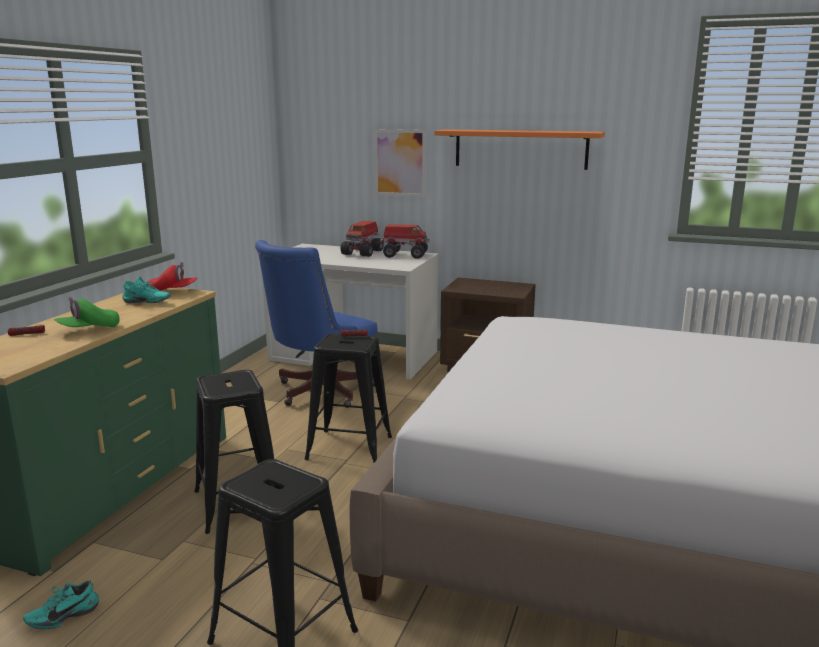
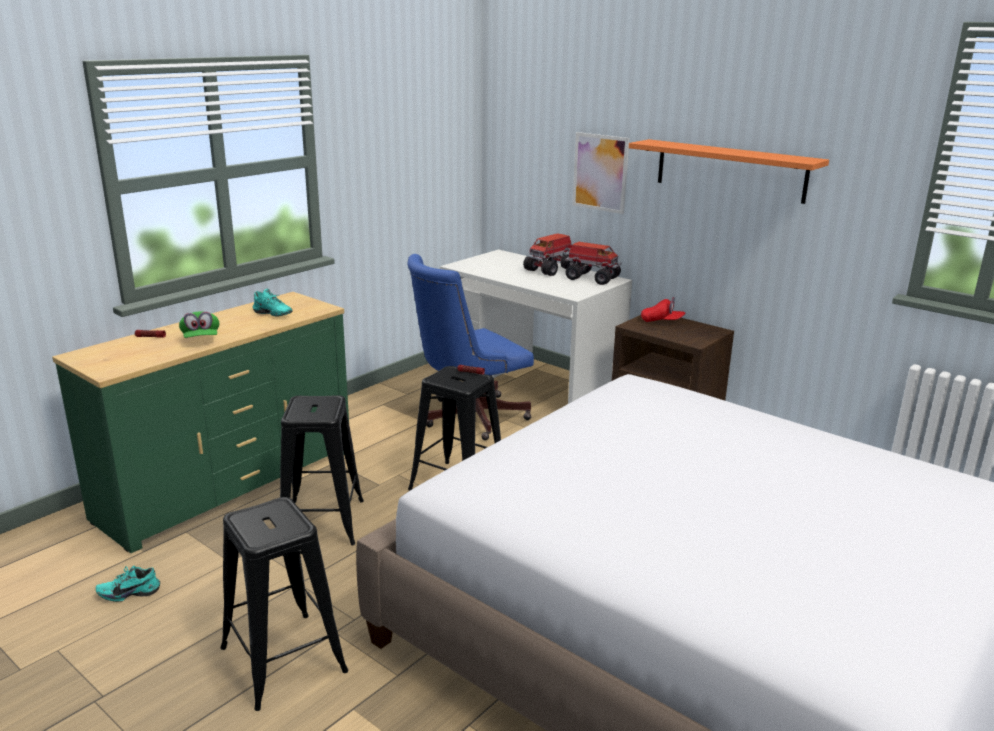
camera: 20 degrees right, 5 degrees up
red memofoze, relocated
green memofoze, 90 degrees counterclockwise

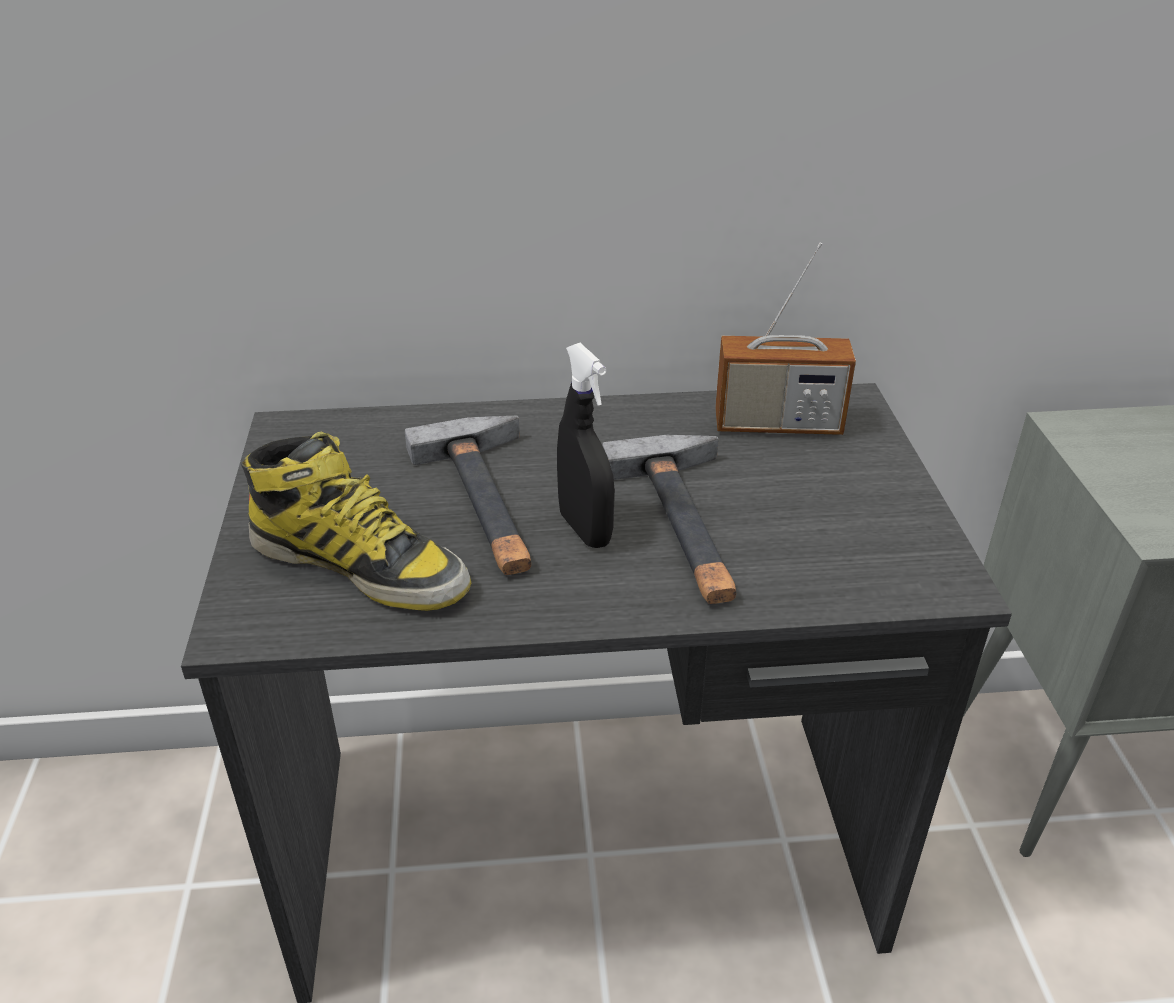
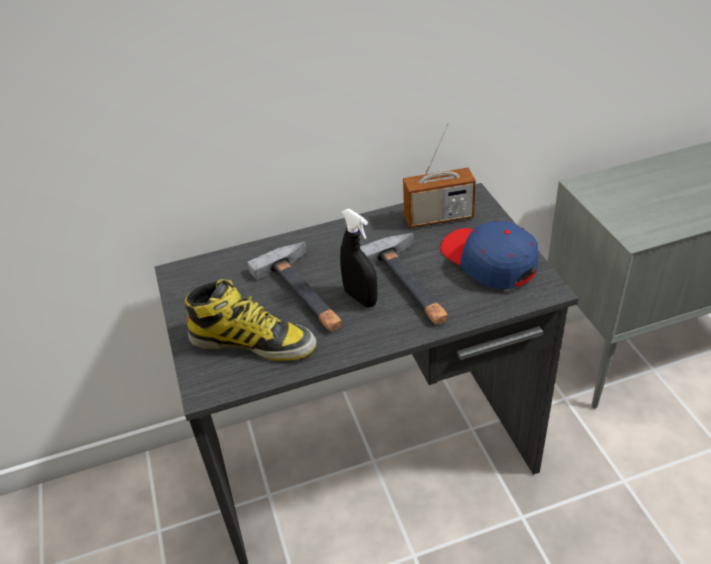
camera: 10 degrees left, 5 degrees up
nothing => blue memofoze

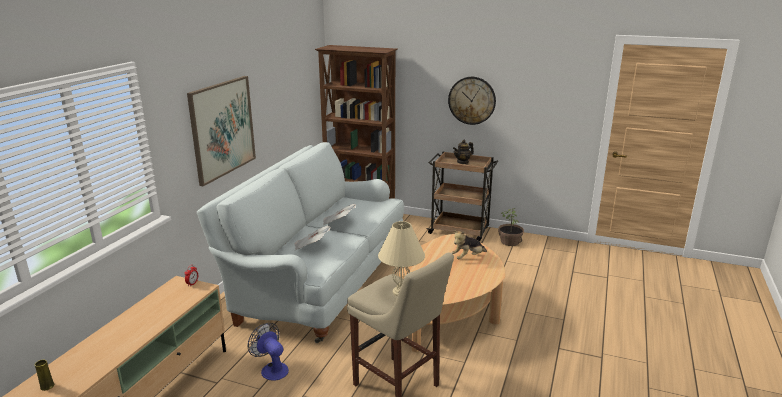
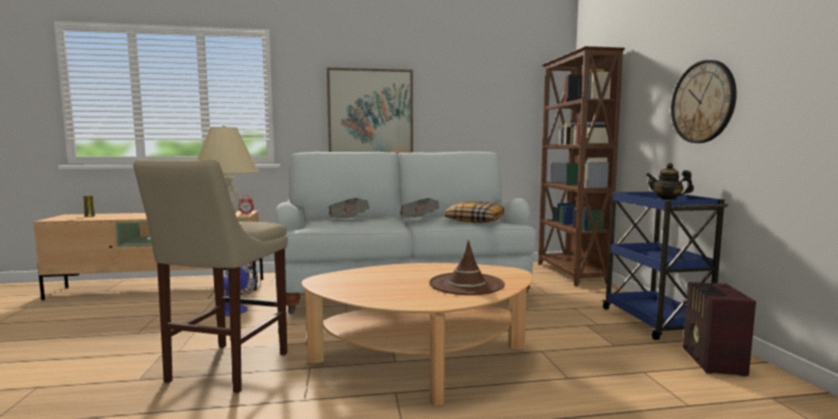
camera: 60 degrees right, 15 degrees down
nothing => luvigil
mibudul => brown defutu
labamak => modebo
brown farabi => blue farabi

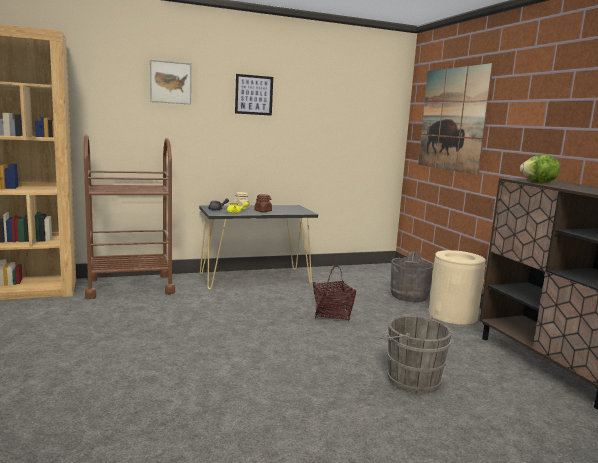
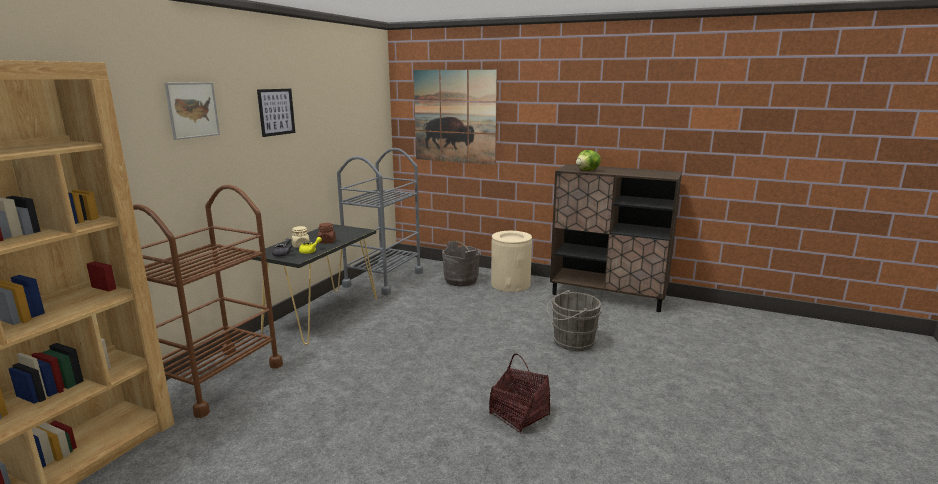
camera: 45 degrees left, 5 degrees up
nothing => grey farabi
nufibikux, relocated

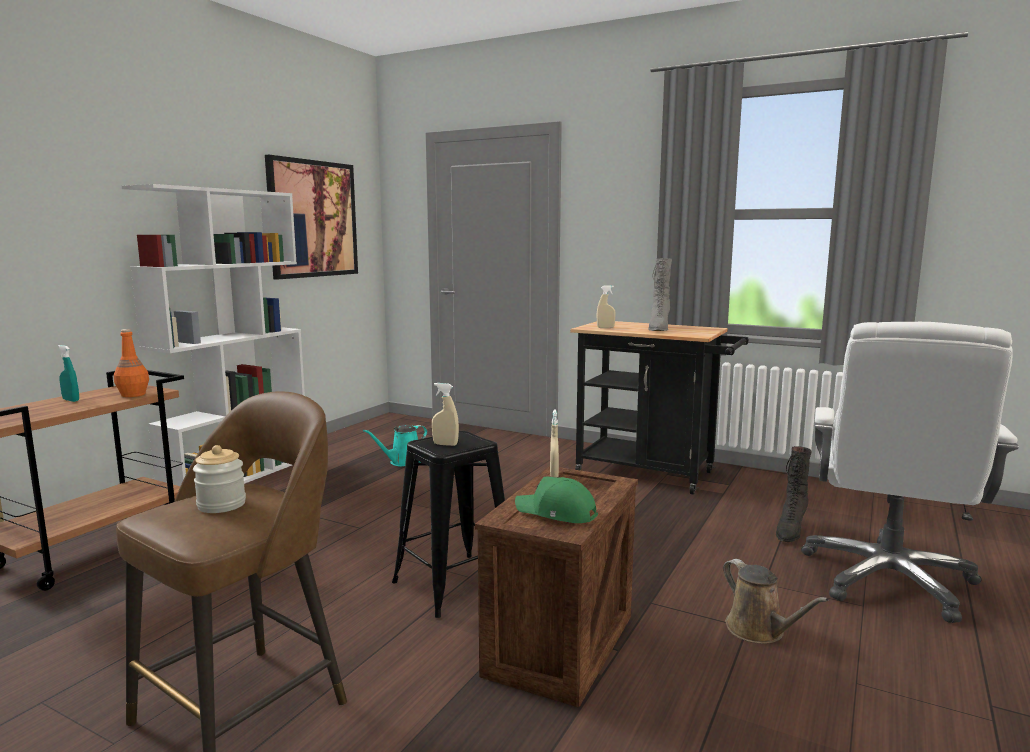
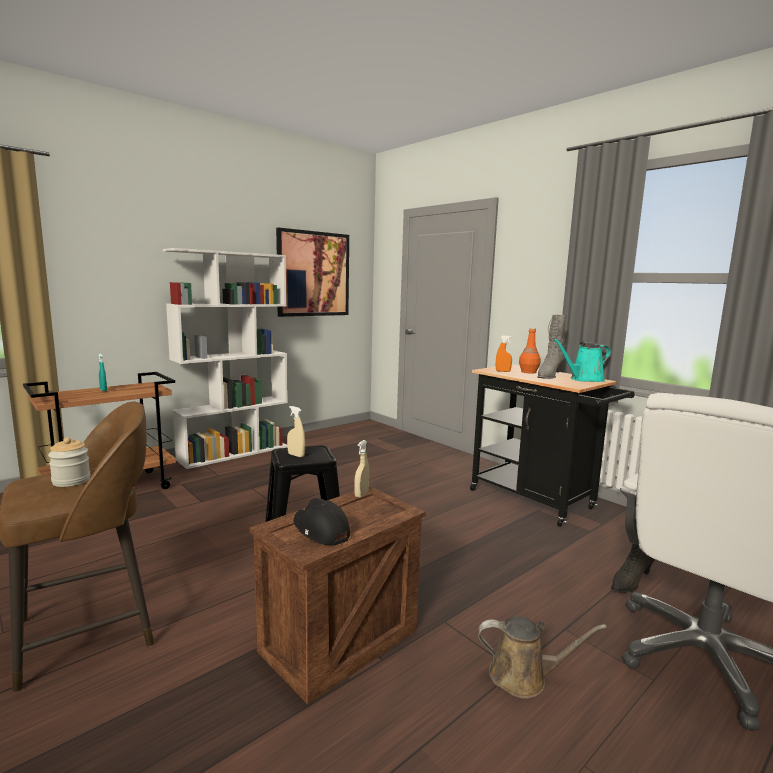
camera: 20 degrees right, 0 degrees up
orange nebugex, relocated
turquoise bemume, relocated
green memofoze => black memofoze
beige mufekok (no. 3 from left) => orange mufekok
brown bemume, 75 degrees counterclockwise

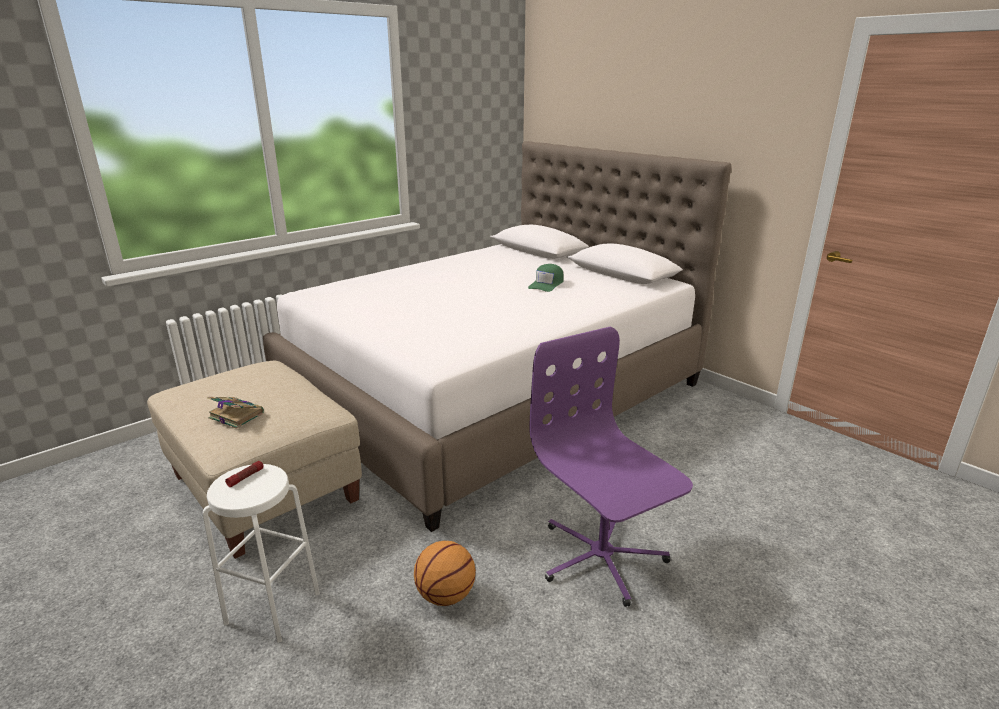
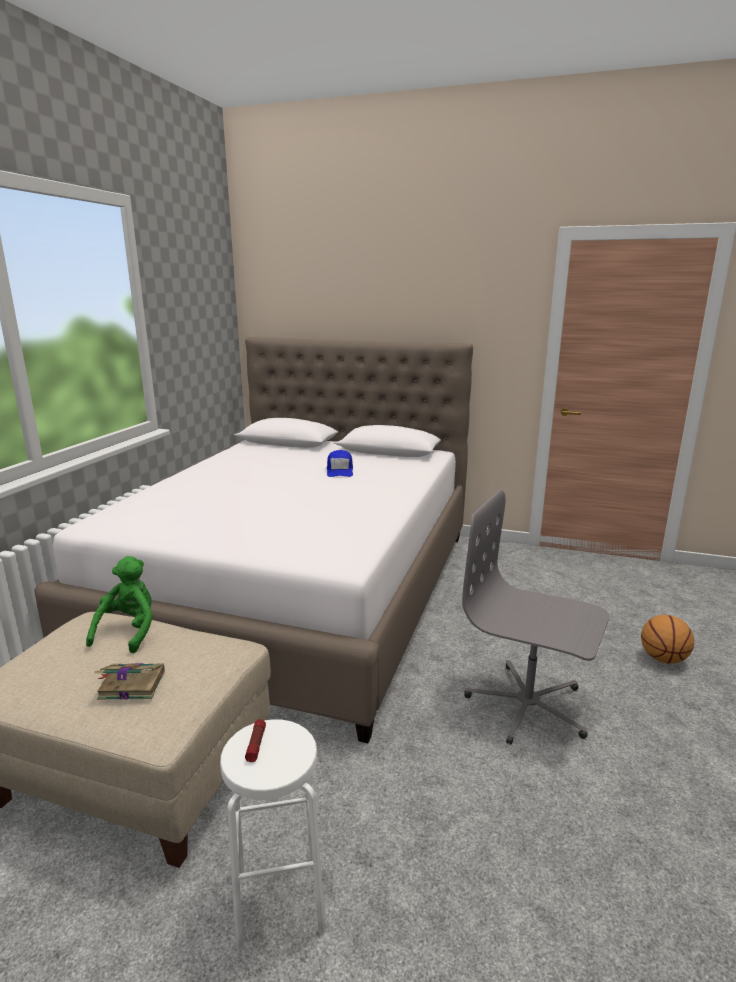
camera: 30 degrees left, 5 degrees down
nothing => green mibudul
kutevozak, relocated
green memofoze => blue memofoze
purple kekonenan => grey kekonenan

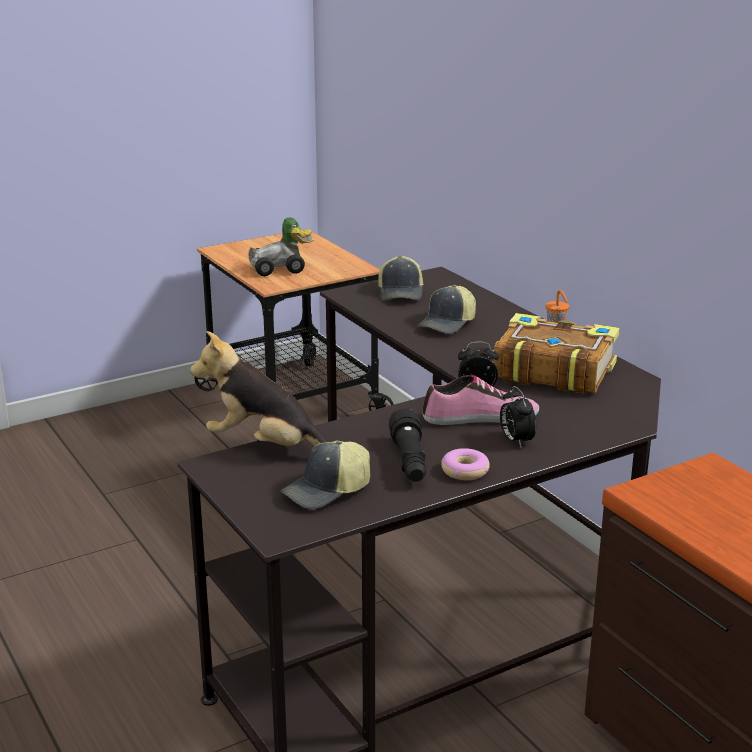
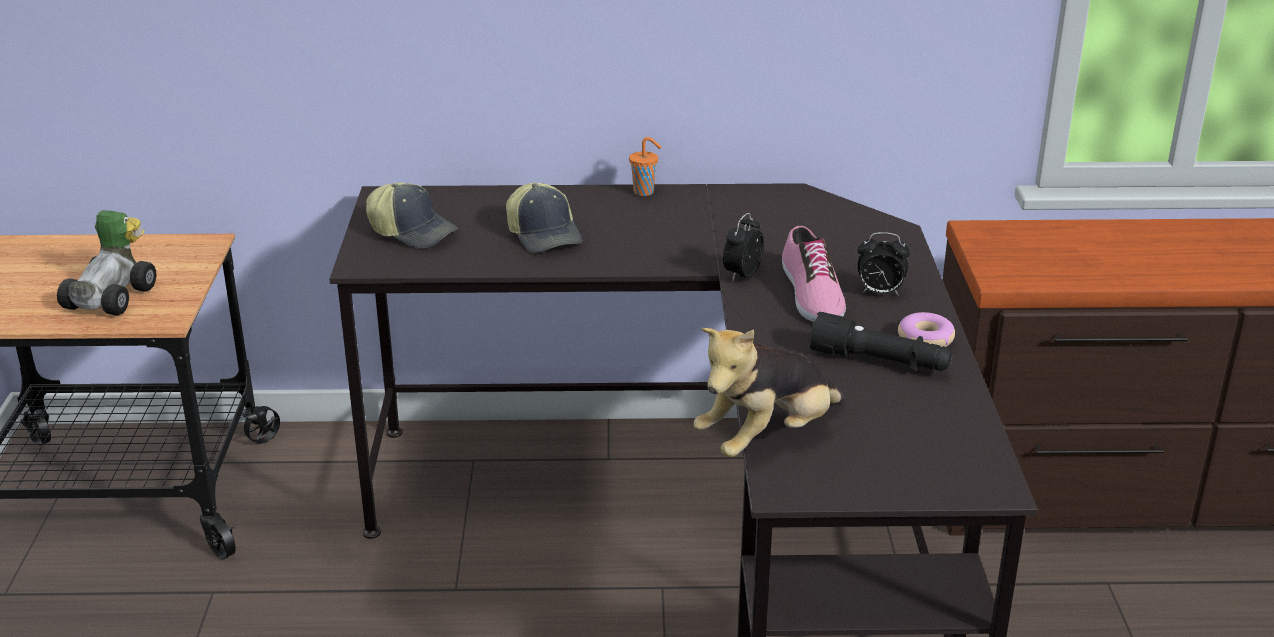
camera: 60 degrees left, 5 degrees up
memofoze (no. 1 from left) => nothing
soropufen => nothing
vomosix, 150 degrees clockwise

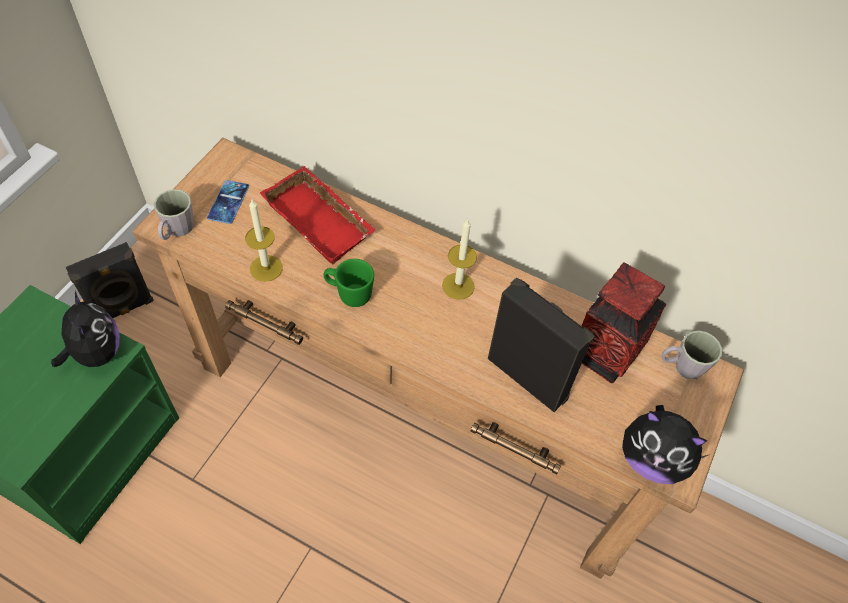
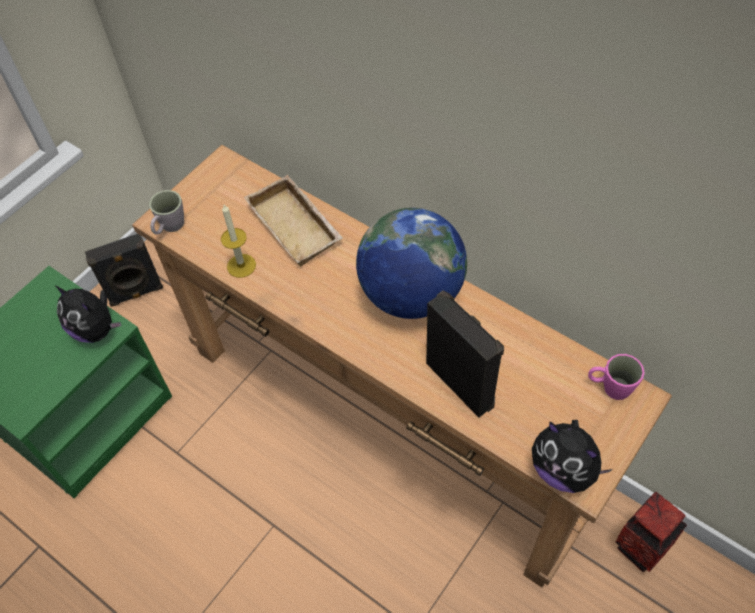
camera: 15 degrees right, 0 degrees up
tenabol => nothing
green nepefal => nothing
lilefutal, relocated
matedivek (no. 2 from left) => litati
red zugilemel => beige zugilemel
grey nepefal (no. 2 from left) => pink nepefal
mibudul (no. 1 from left), 135 degrees clockwise

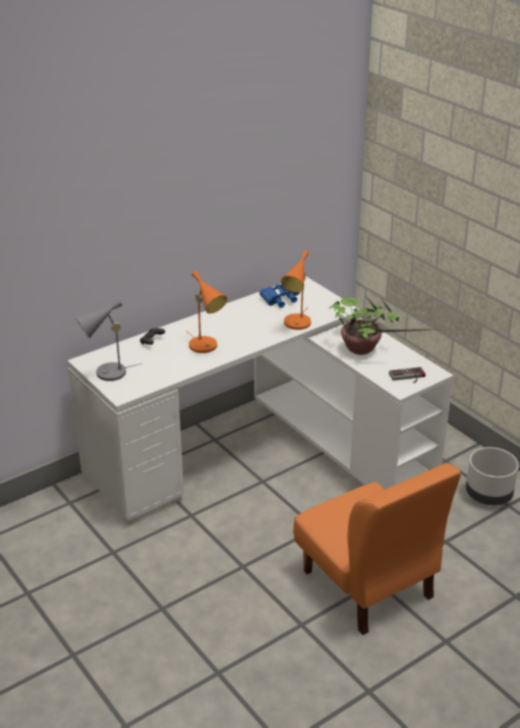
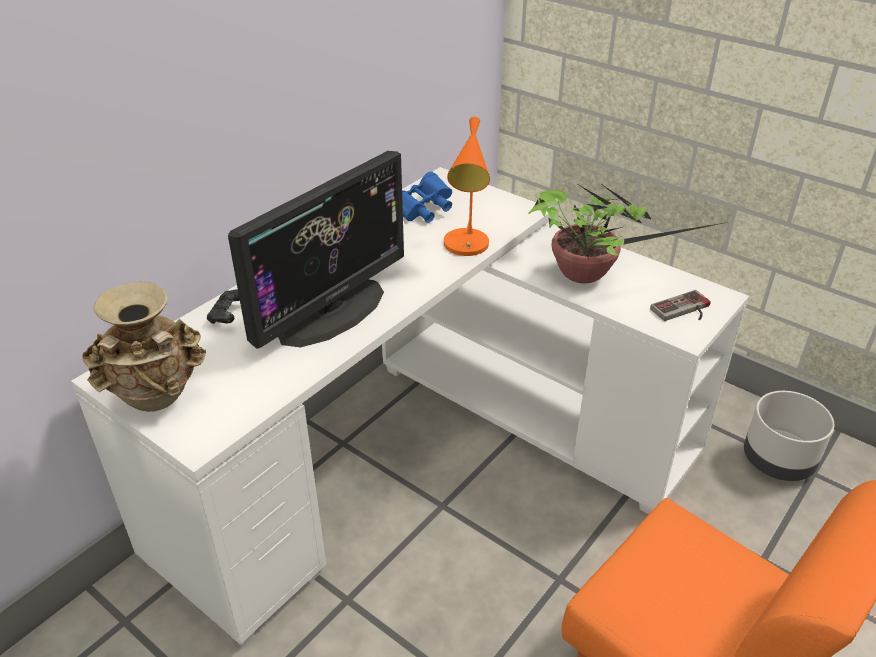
camera: 15 degrees left, 5 degrees up
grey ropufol => beige lilefutal
orange ropufol (no. 1 from left) => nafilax

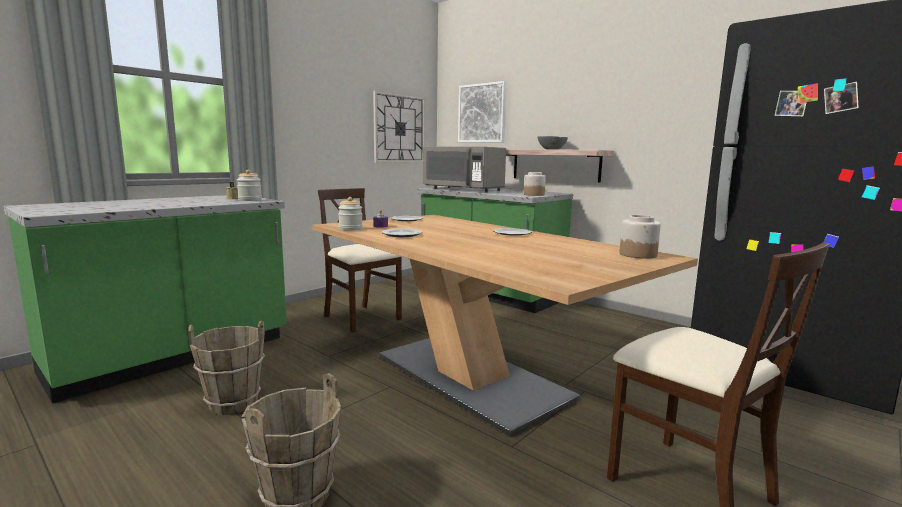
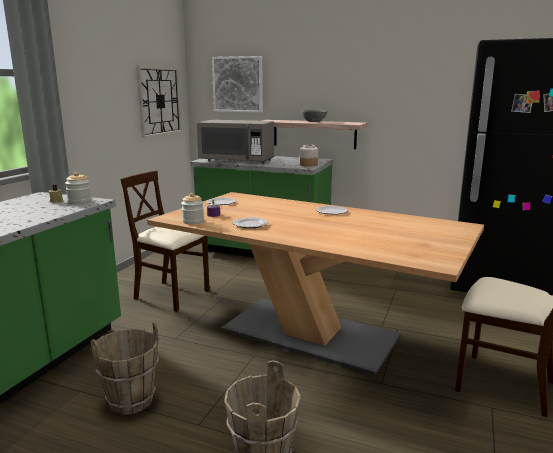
camera: 20 degrees left, 5 degrees up
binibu (no. 4 from left) => nothing

